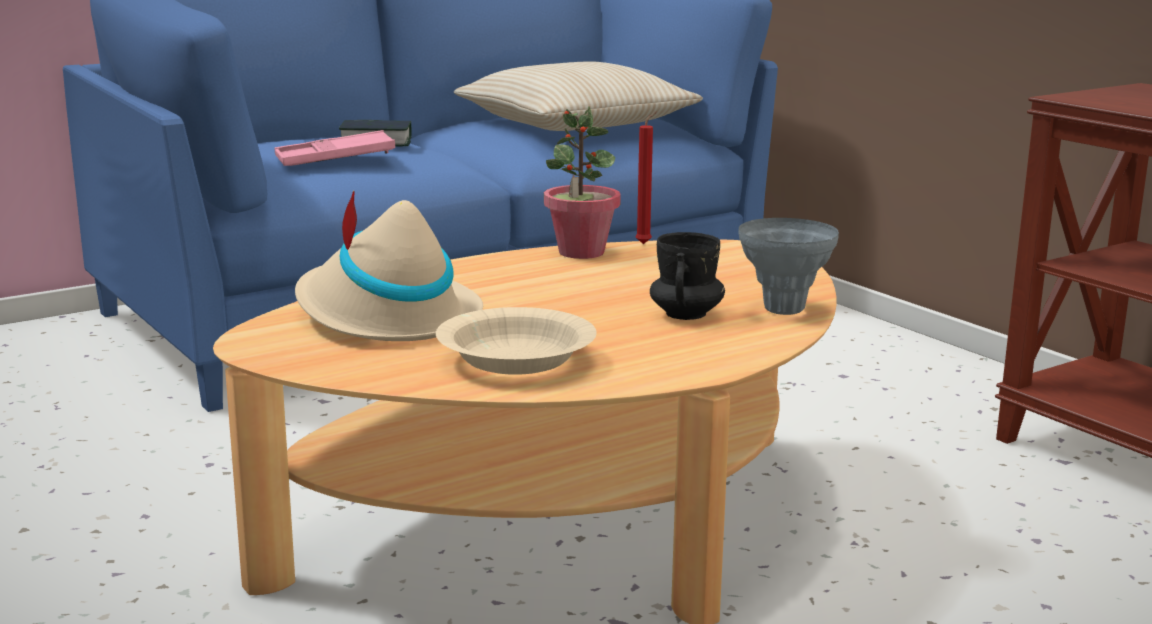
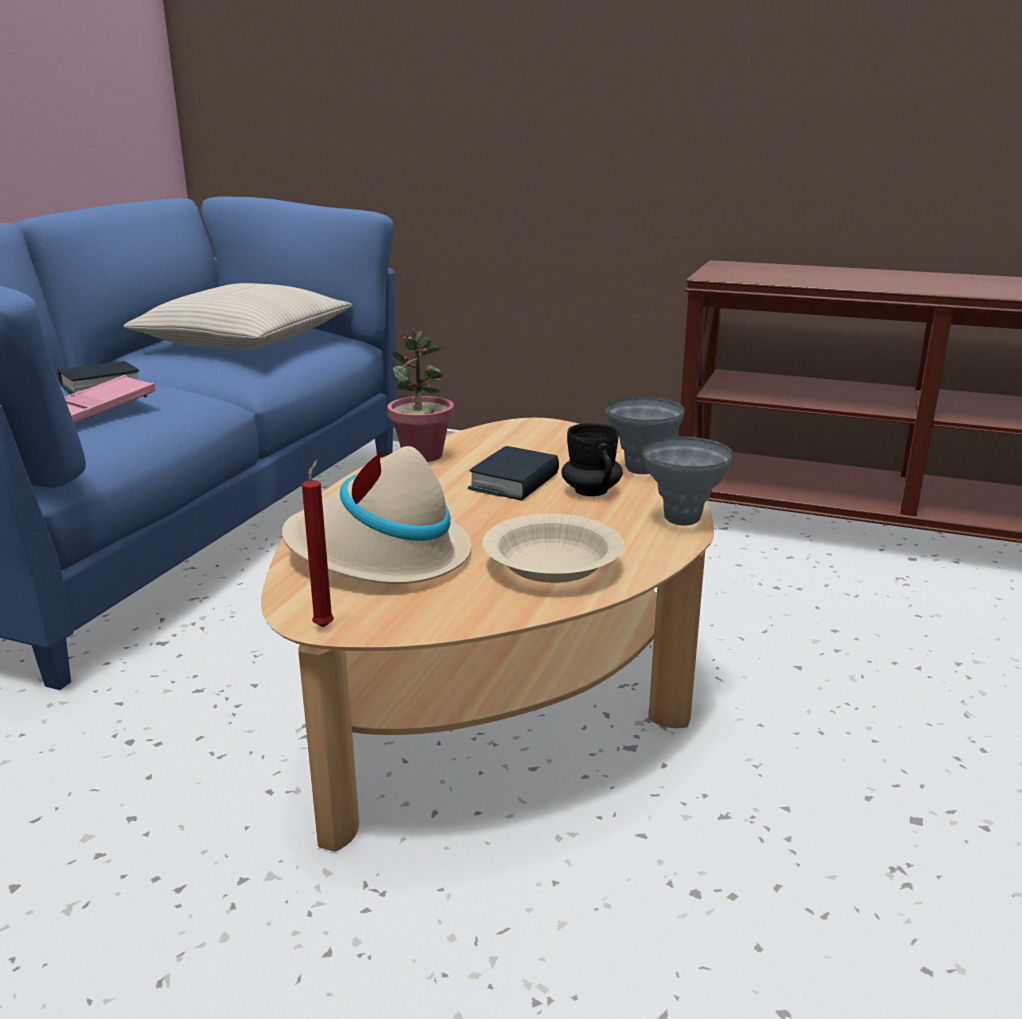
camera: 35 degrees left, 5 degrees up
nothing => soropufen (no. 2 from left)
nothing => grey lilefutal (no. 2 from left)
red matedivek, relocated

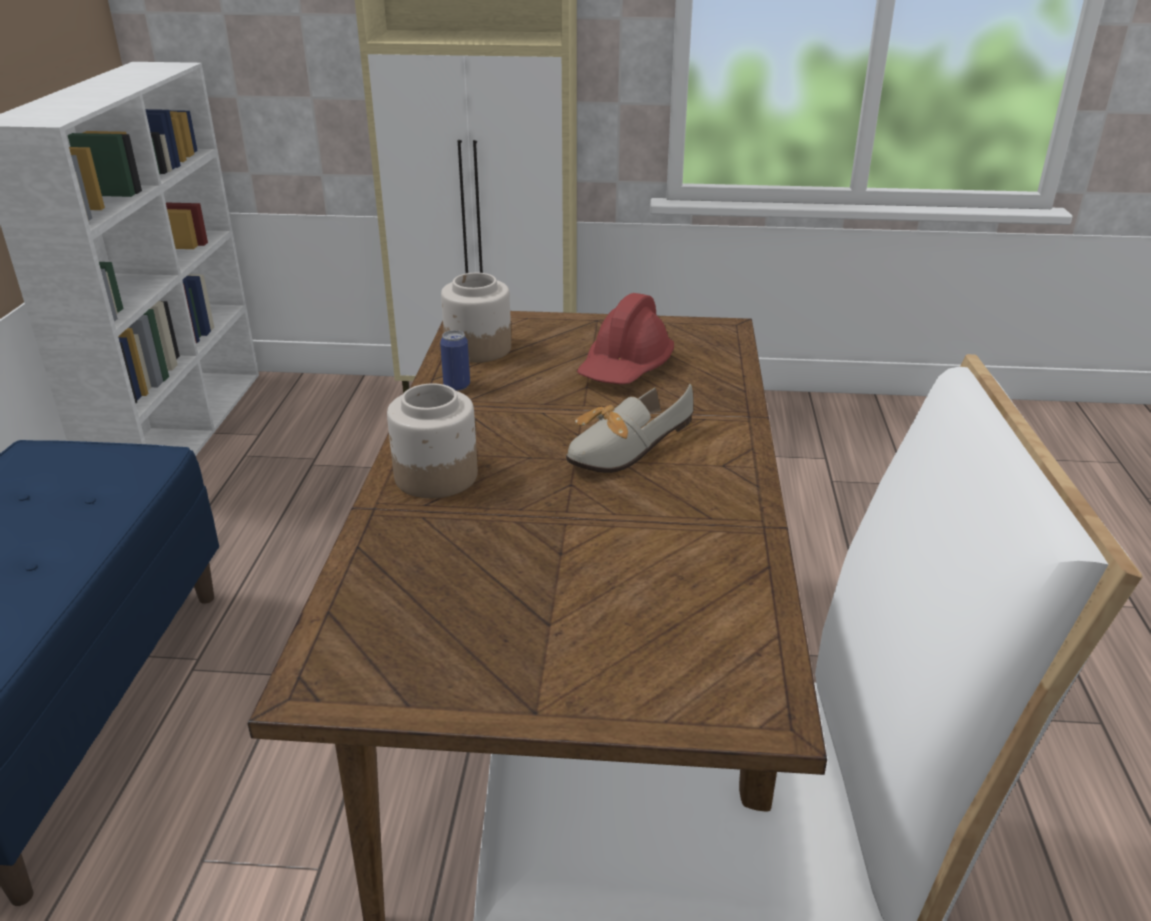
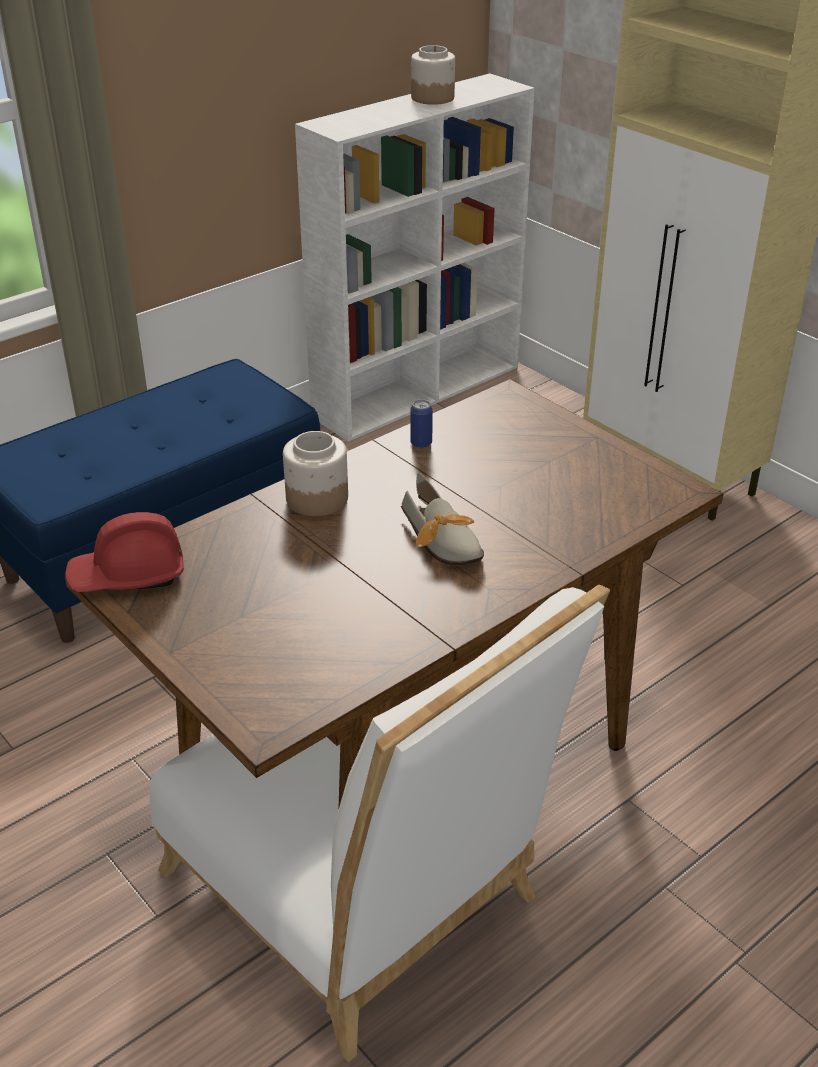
camera: 45 degrees right, 5 degrees up
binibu (no. 2 from left), relocated
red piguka, relocated
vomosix, 120 degrees counterclockwise

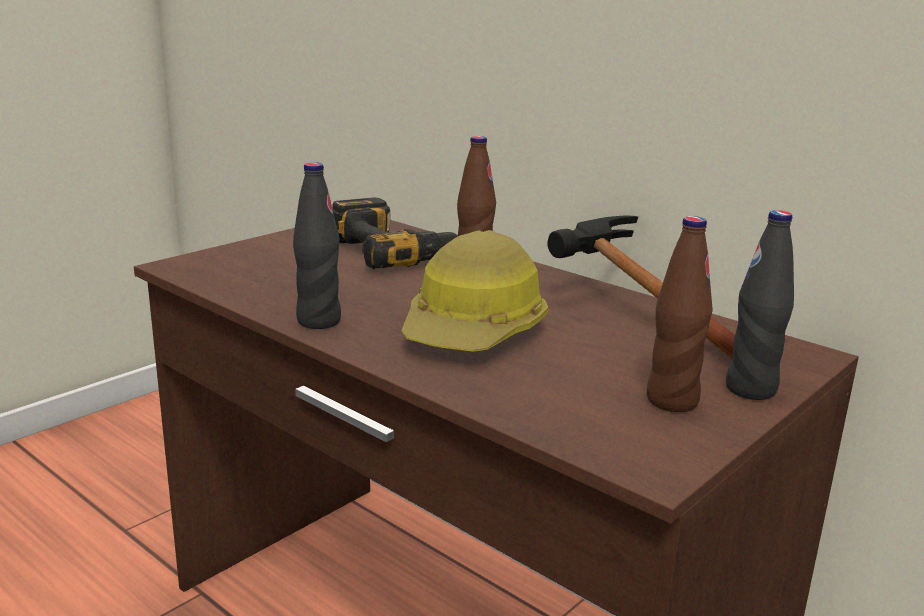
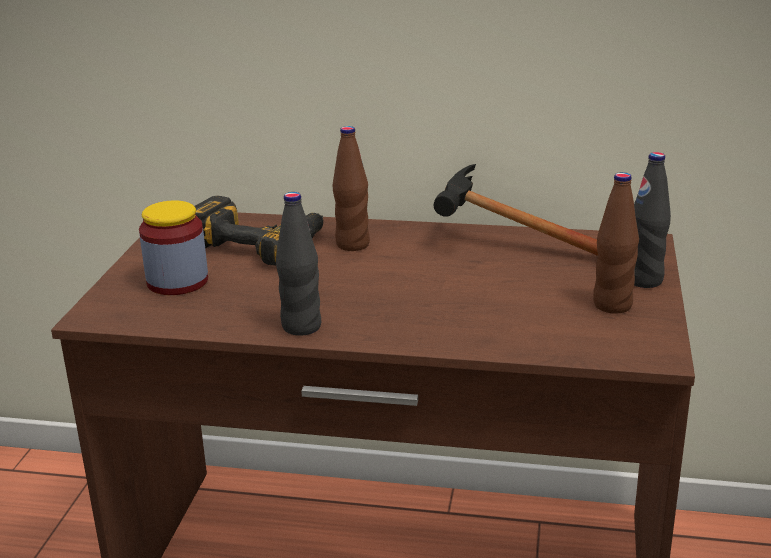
camera: 30 degrees left, 5 degrees up
piguka => nothing
nothing => binibu

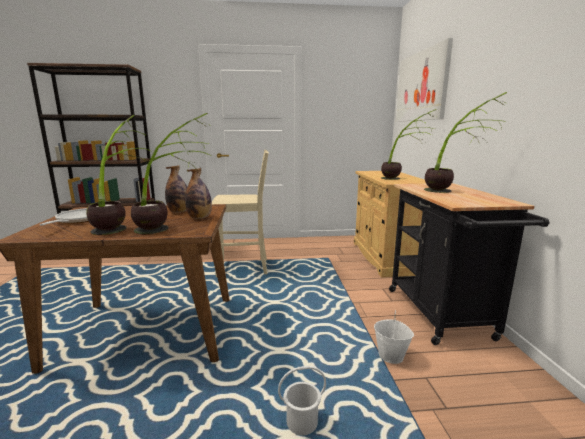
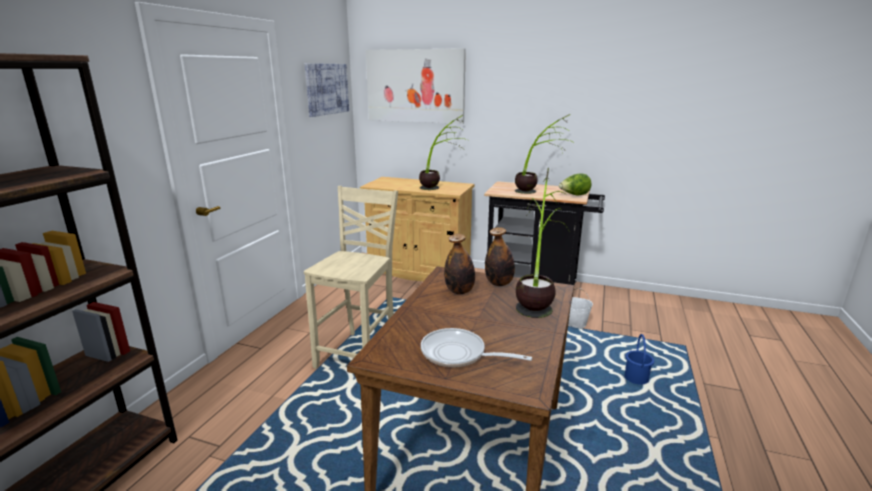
camera: 65 degrees left, 5 degrees up
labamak (no. 1 from left) => nothing
nothing => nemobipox (no. 1 from left)
nothing => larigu
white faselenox (no. 1 from left) => blue faselenox

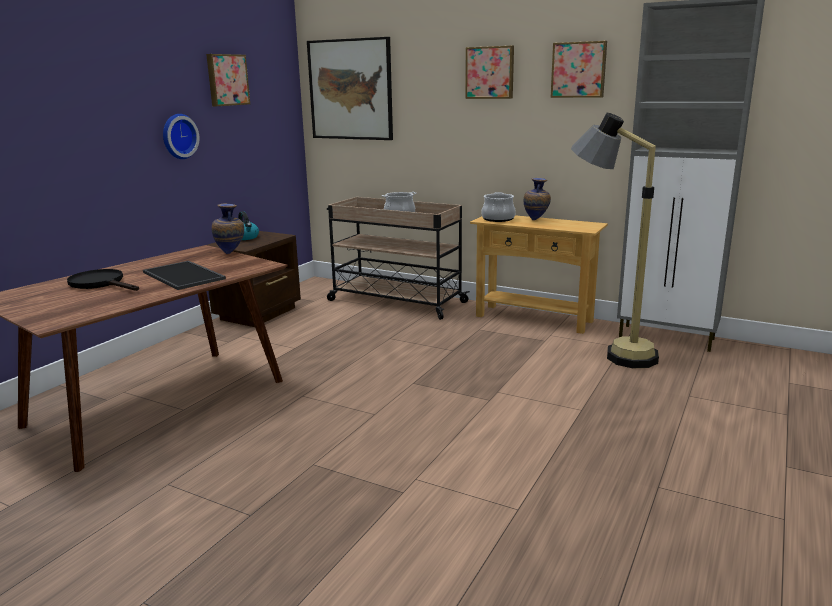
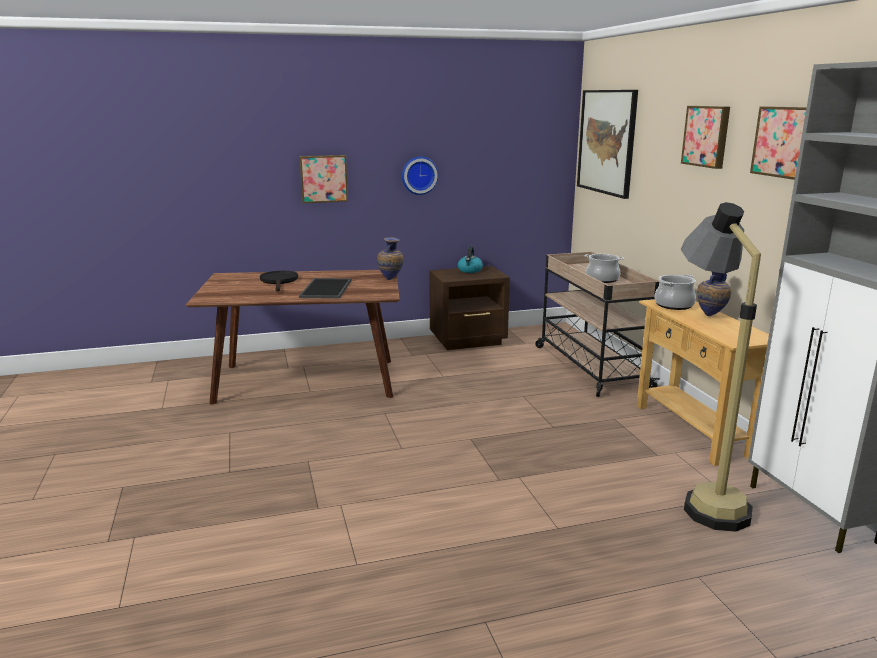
camera: 45 degrees right, 0 degrees up
nemobipox (no. 1 from left), relocated

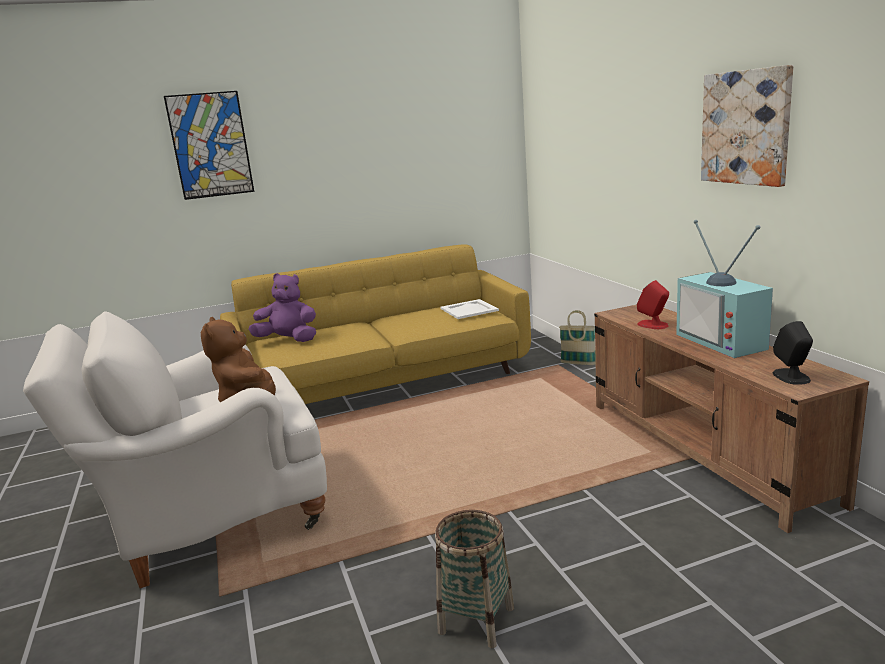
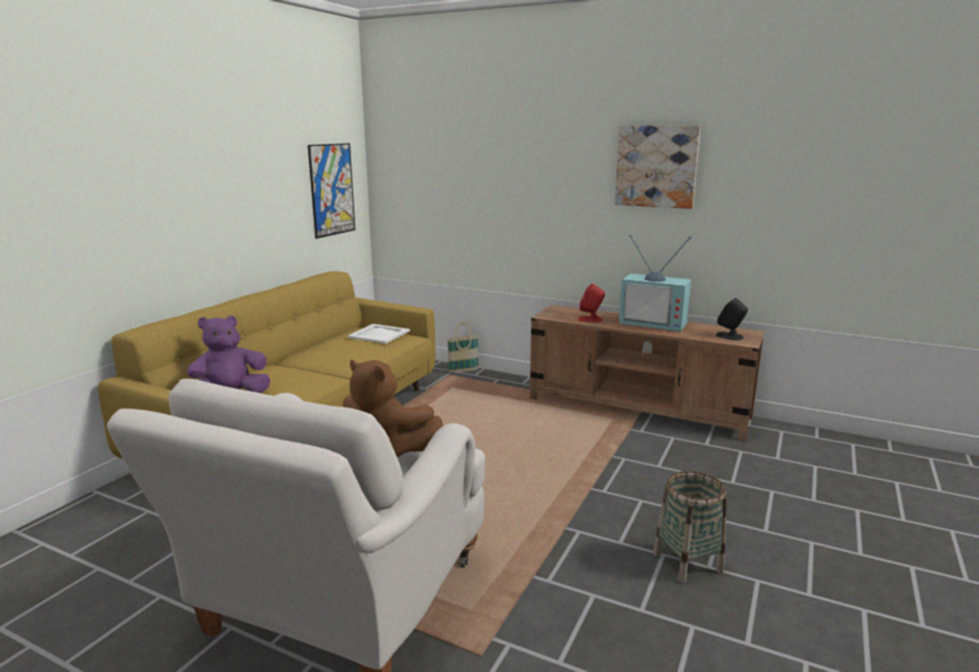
camera: 45 degrees left, 0 degrees up
nemobipox (no. 1 from left), relocated

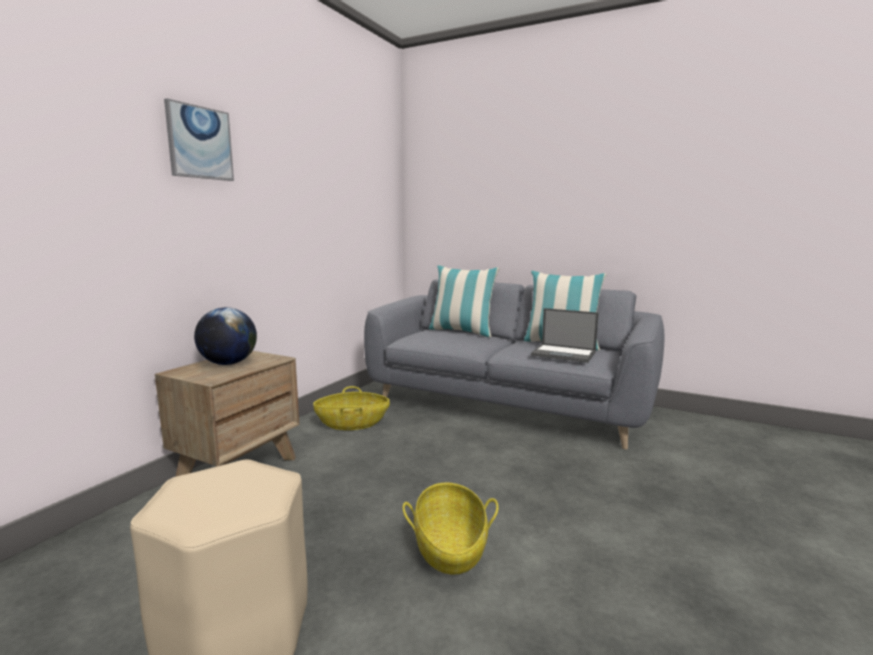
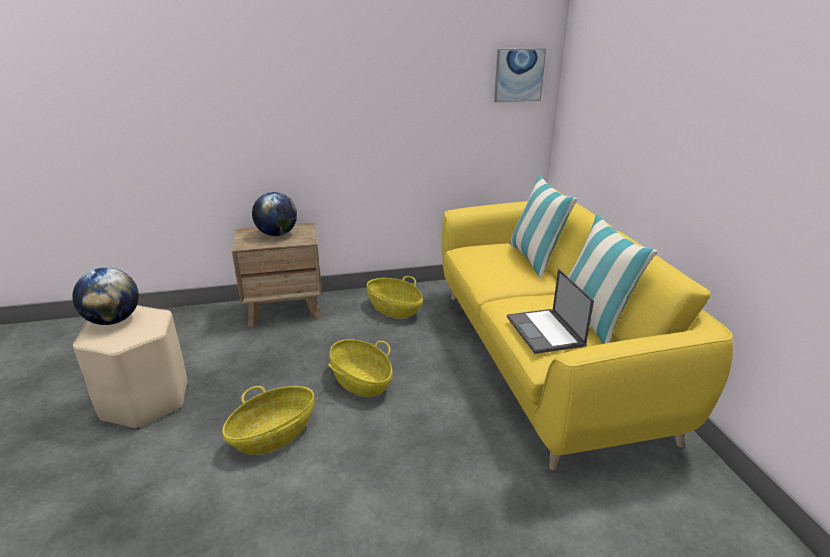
camera: 50 degrees right, 15 degrees up
nothing => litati (no. 1 from left)
nothing => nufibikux (no. 2 from left)
nemobipox, relocated
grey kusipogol => yellow kusipogol

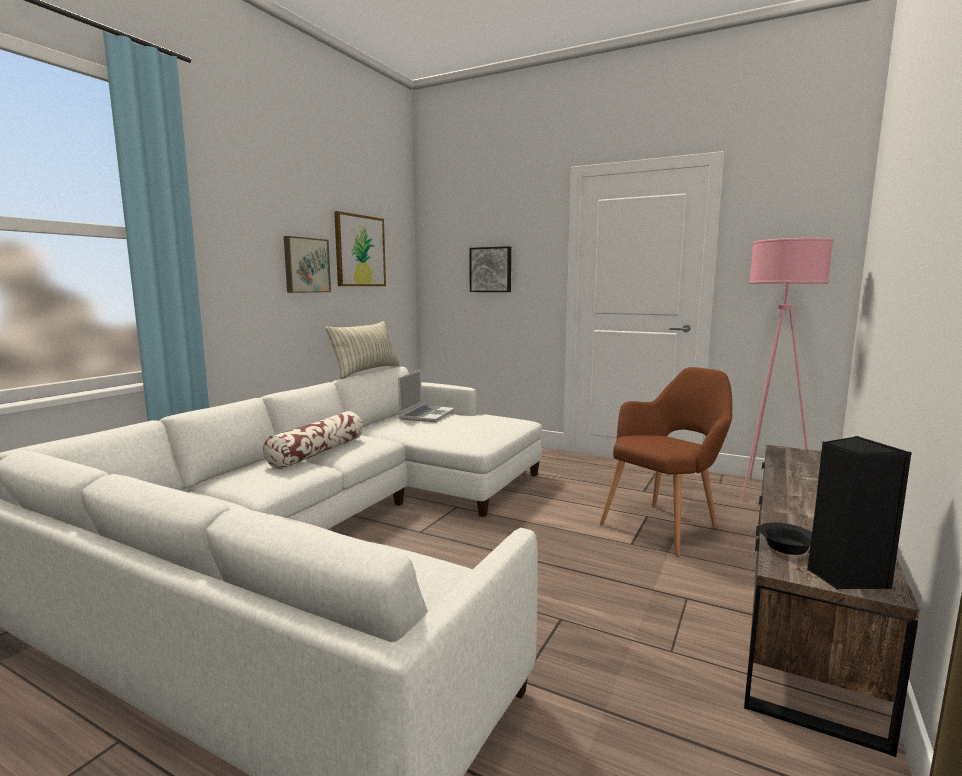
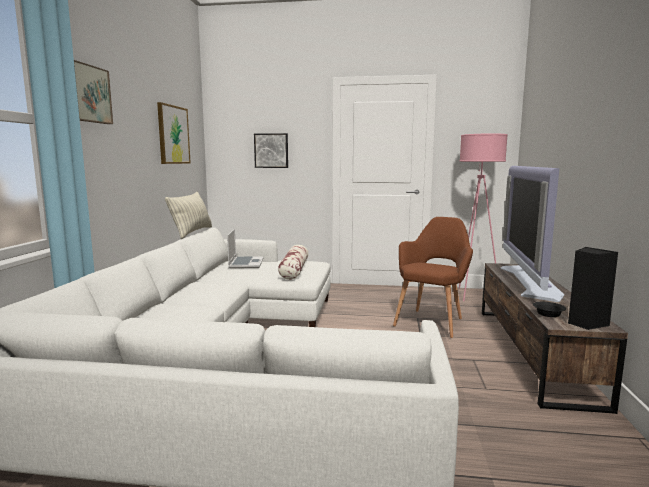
camera: 20 degrees left, 0 degrees up
nothing => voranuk
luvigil (no. 1 from left in the first image) => luvigil (no. 2 from left), relocated
nemobipox (no. 1 from left), relocated

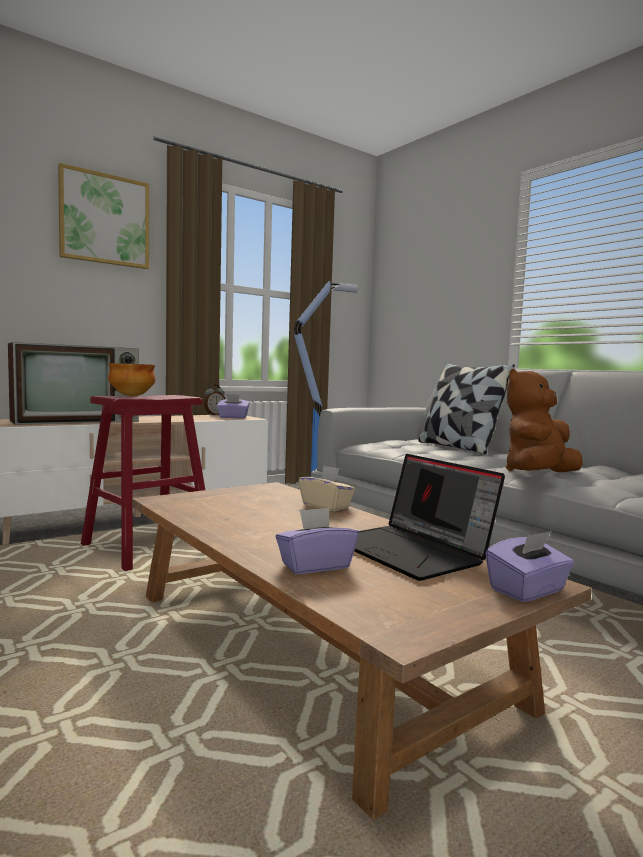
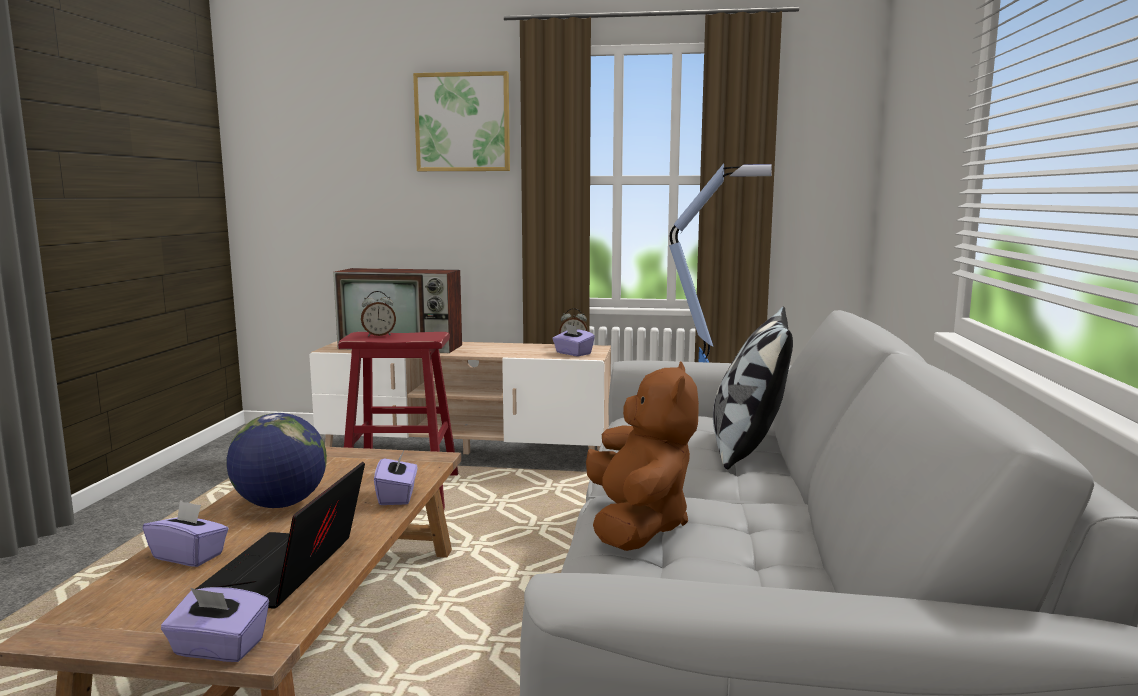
camera: 45 degrees right, 5 degrees up
nothing => litati
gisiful => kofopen (no. 1 from left)
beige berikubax => purple berikubax (no. 3 from left)
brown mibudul, 90 degrees clockwise

